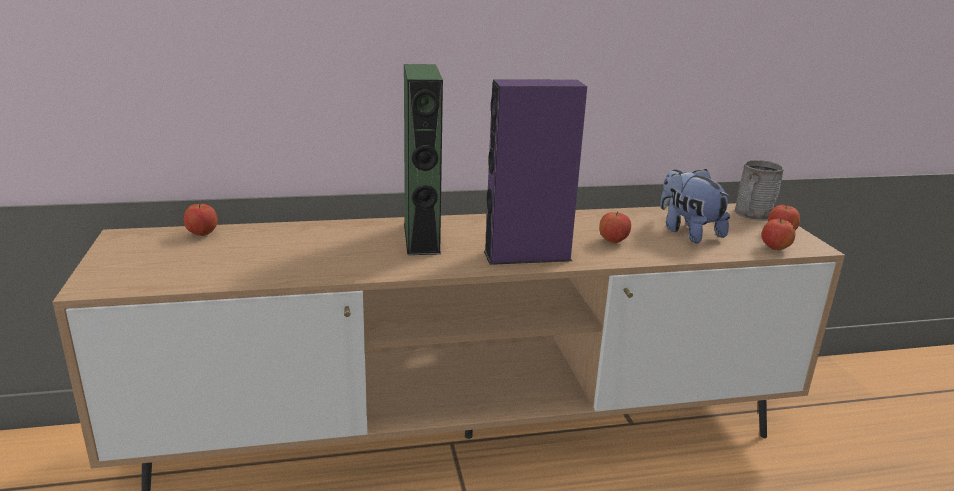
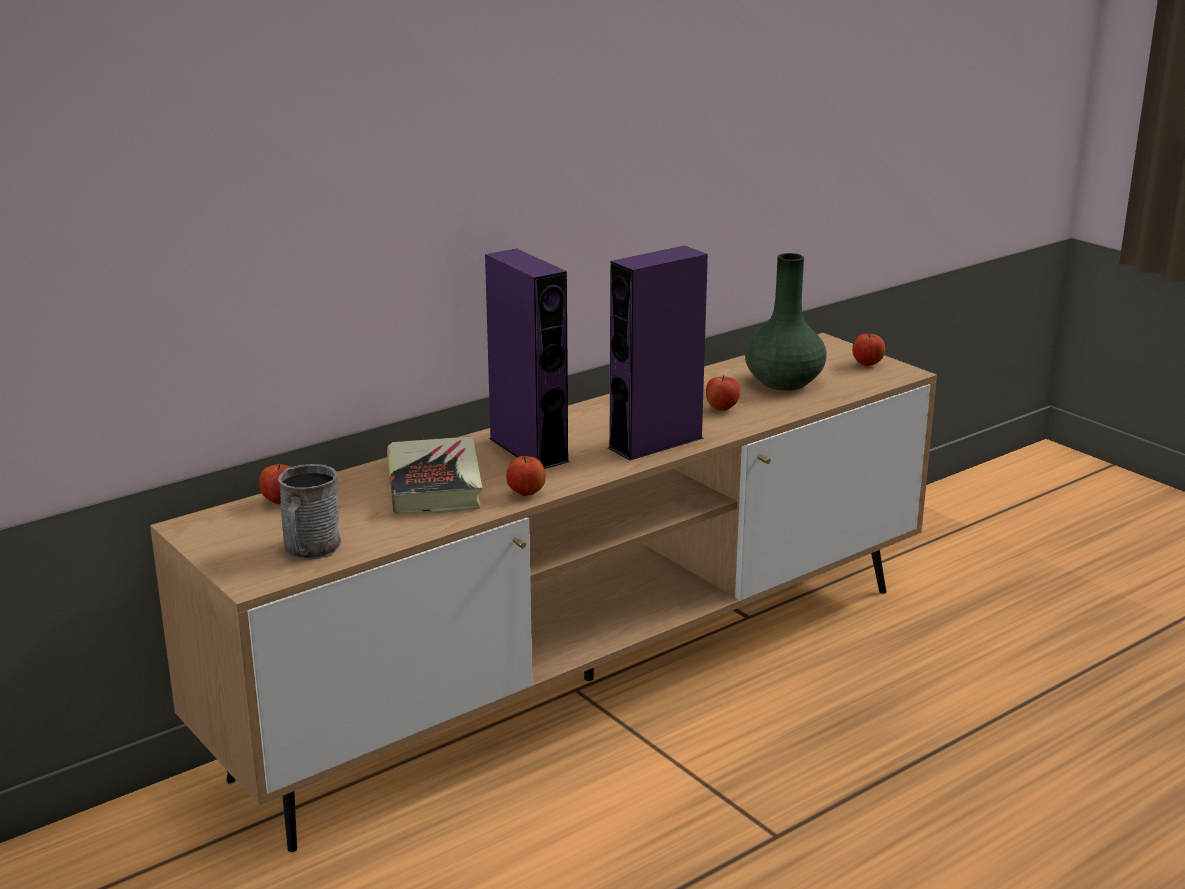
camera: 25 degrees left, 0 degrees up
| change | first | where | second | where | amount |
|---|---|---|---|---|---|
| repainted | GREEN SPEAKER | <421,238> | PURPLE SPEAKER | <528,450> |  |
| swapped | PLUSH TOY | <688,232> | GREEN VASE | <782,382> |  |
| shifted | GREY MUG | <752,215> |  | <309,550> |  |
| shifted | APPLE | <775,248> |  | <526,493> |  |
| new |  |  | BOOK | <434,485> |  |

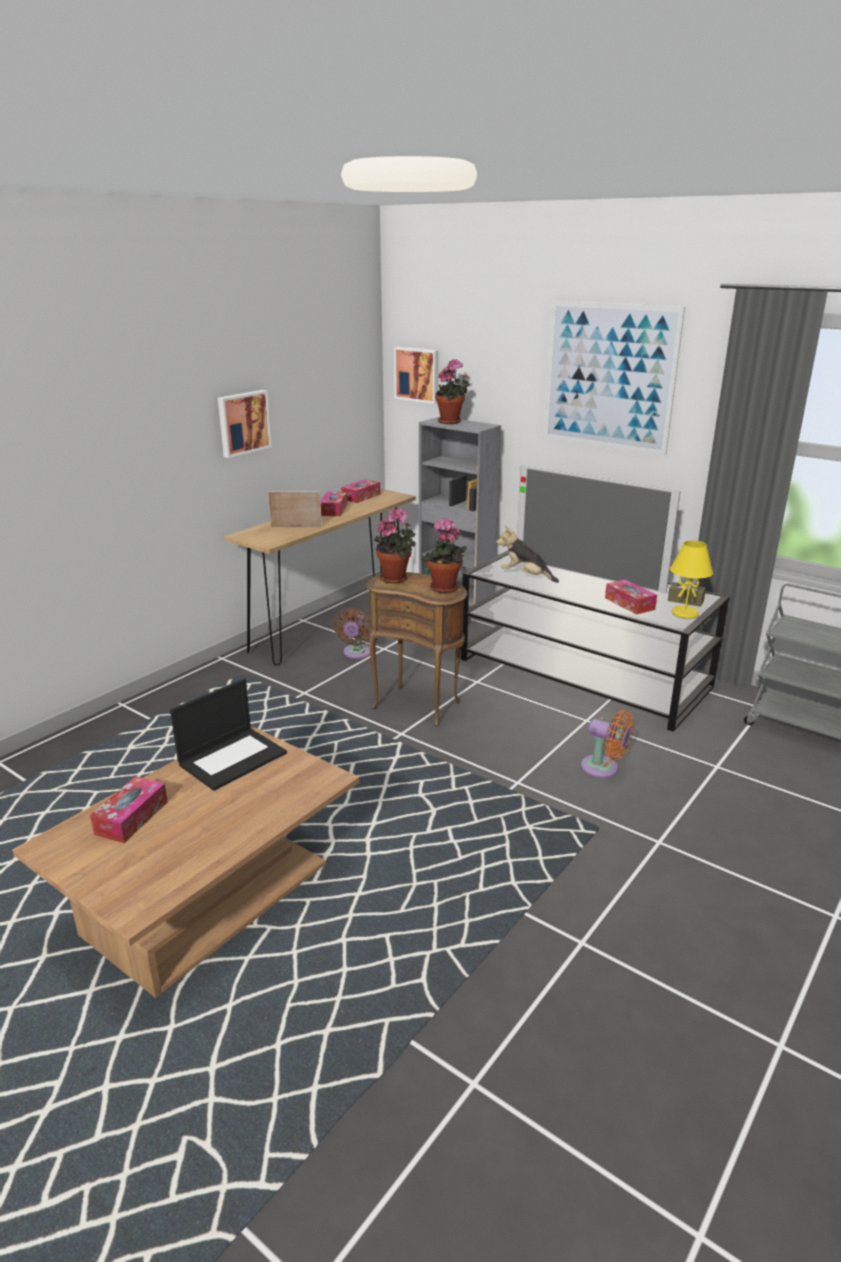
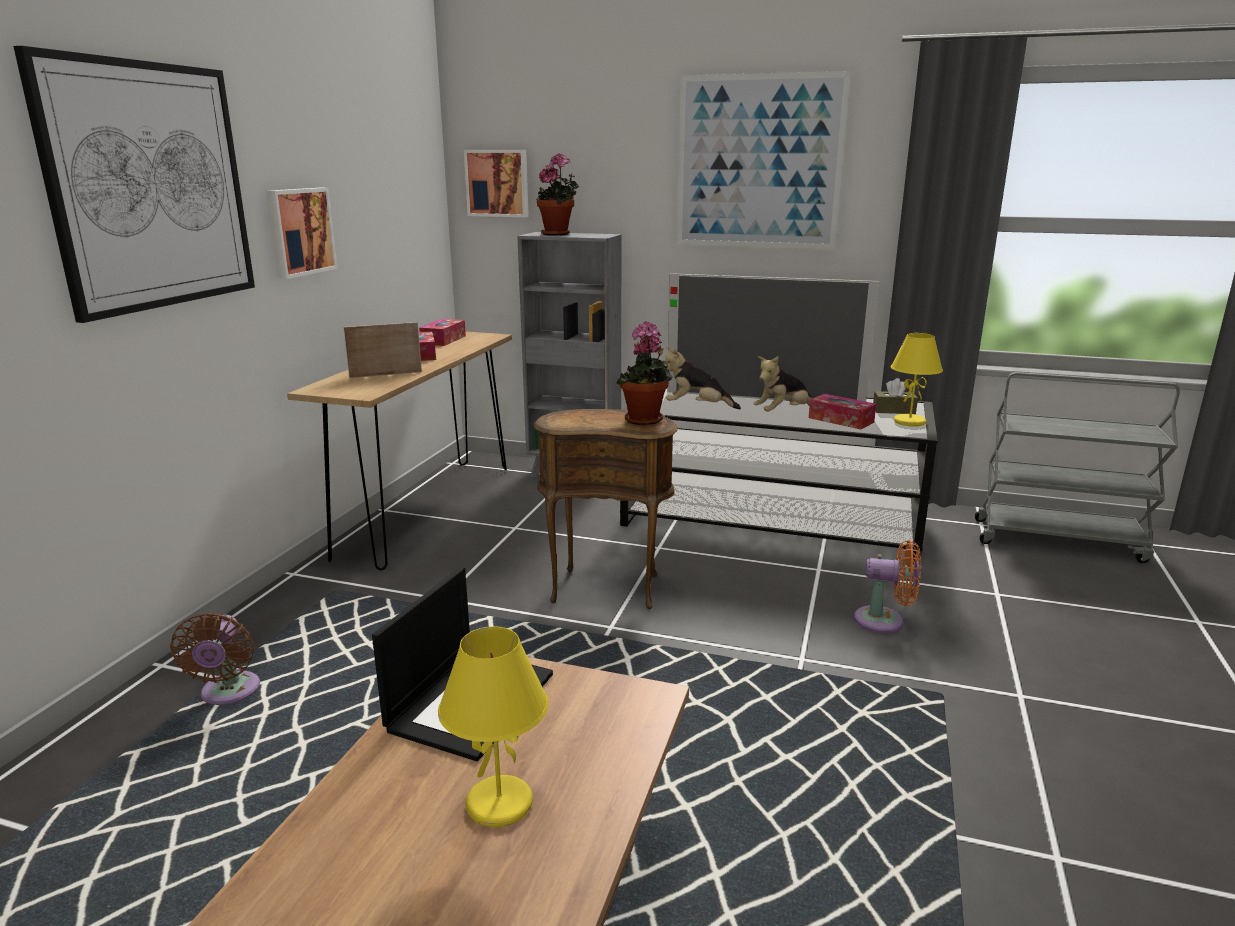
camera: 20 degrees left, 5 degrees down
| change | first | where | second | where | amount |
|---|---|---|---|---|---|
| gone | TISSUE BOX | <131,818> |  |  |  |
| shifted | BROWN FAN | <356,653> |  | <228,694> |  |
| gone | POTTED PLANT | <396,578> |  |  |  |
| new |  |  | PICTURE | <150,187> |  |
| new |  |  | YELLOW TABLE LAMP | <500,803> |  |
| new |  |  | PLUSH TOY | <783,413> |  |

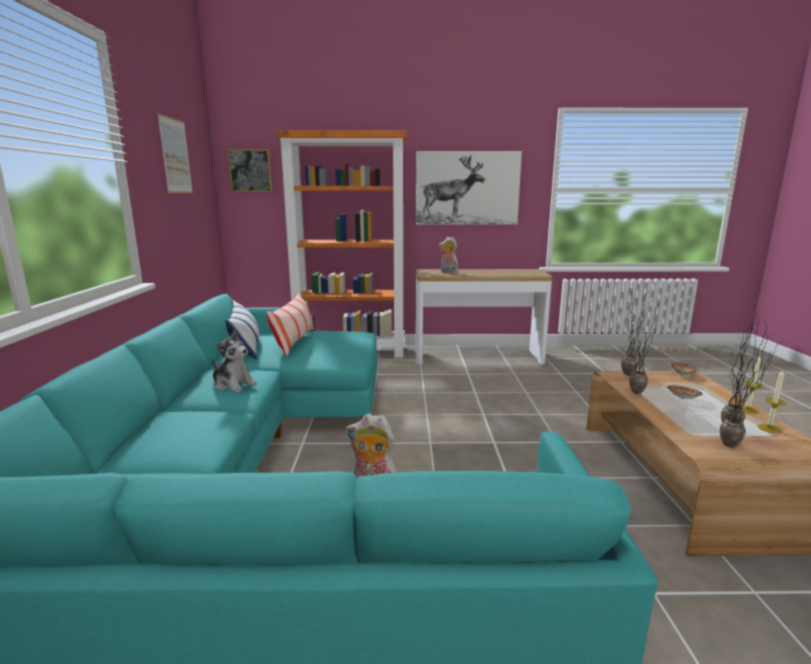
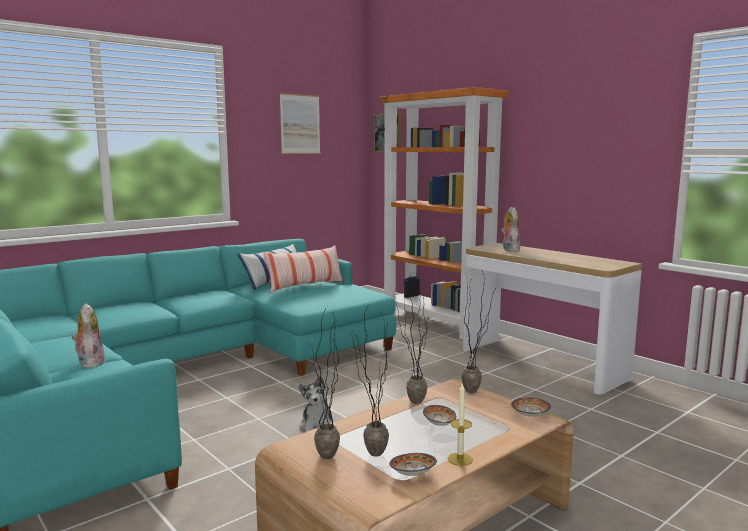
camera: 50 degrees right, 5 degrees down
| change | first | where | second | where | amount |
|---|---|---|---|---|---|
| shifted | PLUSH TOY | <233,384> |  | <317,427> |  |
| gone | PICTURE | <467,188> |  |  |  |
| swapped | CANDLE | <769,428> | BOWL | <412,474> |  |

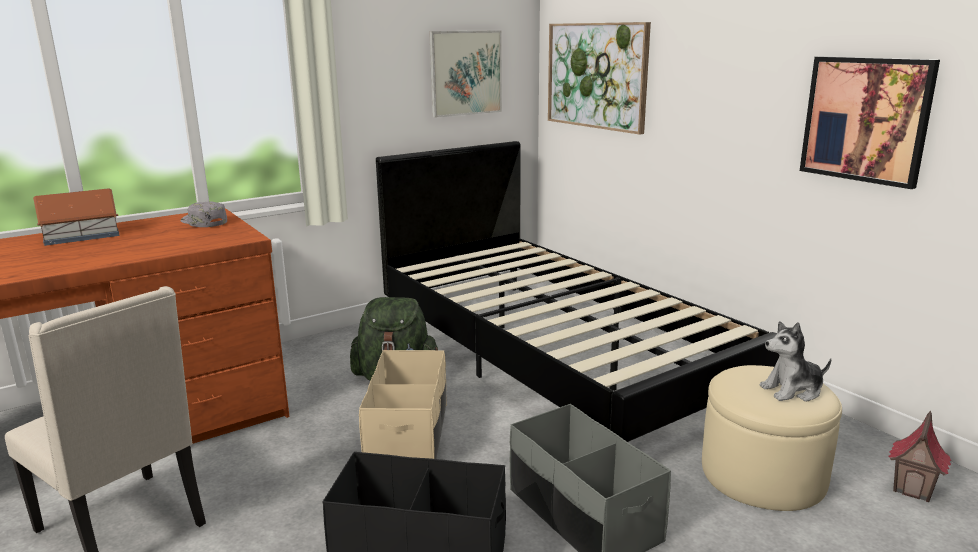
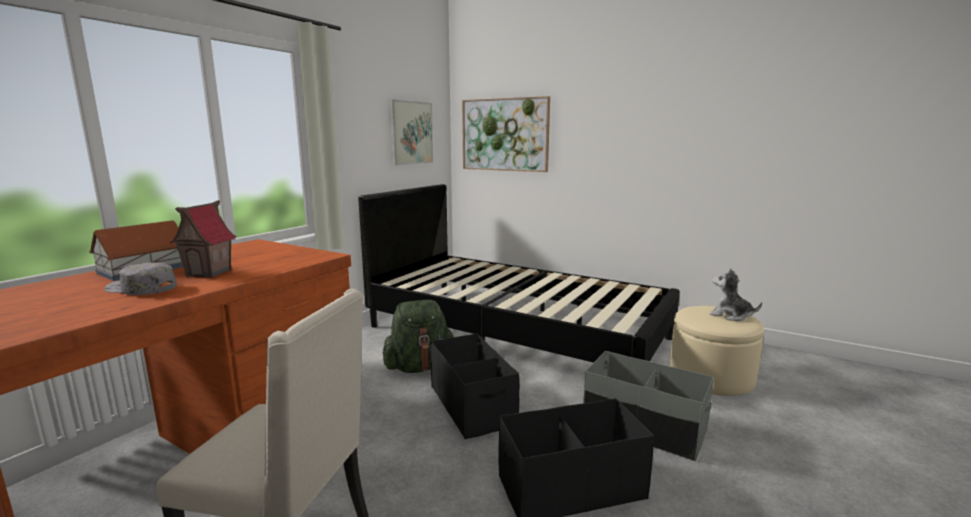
camera: 25 degrees left, 5 degrees down
| change | first | where | second | where | amount |
|---|---|---|---|---|---|
| shifted | GREY CAP | <203,222> |  | <141,288> |  |
| repainted | BEIGE STORAGE BOX | <409,436> | BLACK STORAGE BOX | <472,405> |  |
| rotated | PLUSH TOY | <792,390> |  | <730,316> | 75 degrees clockwise |
| gone | PICTURE | <866,119> |  |  |  |
| shifted | TOY HOUSE | <913,489> |  | <209,273> |  |

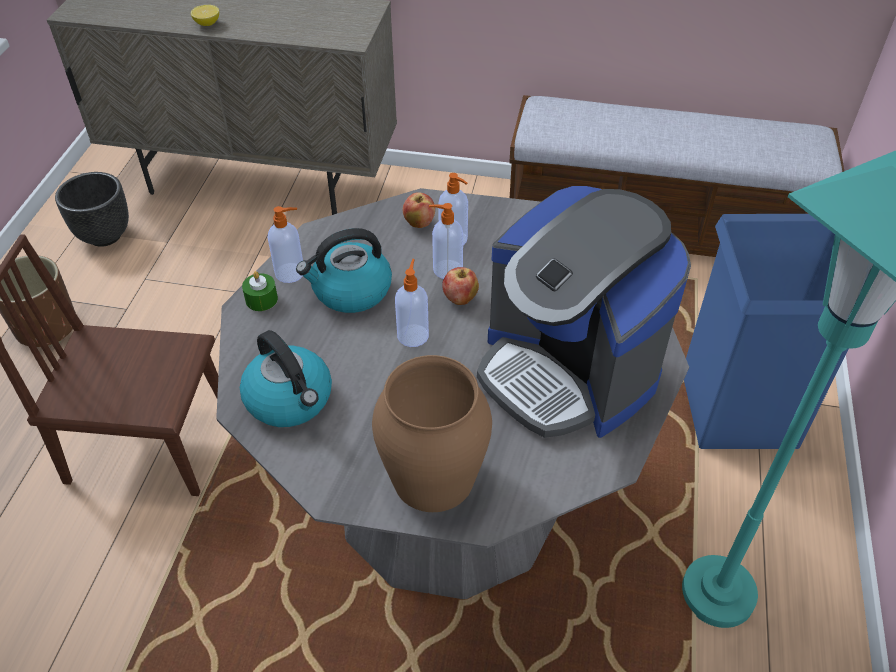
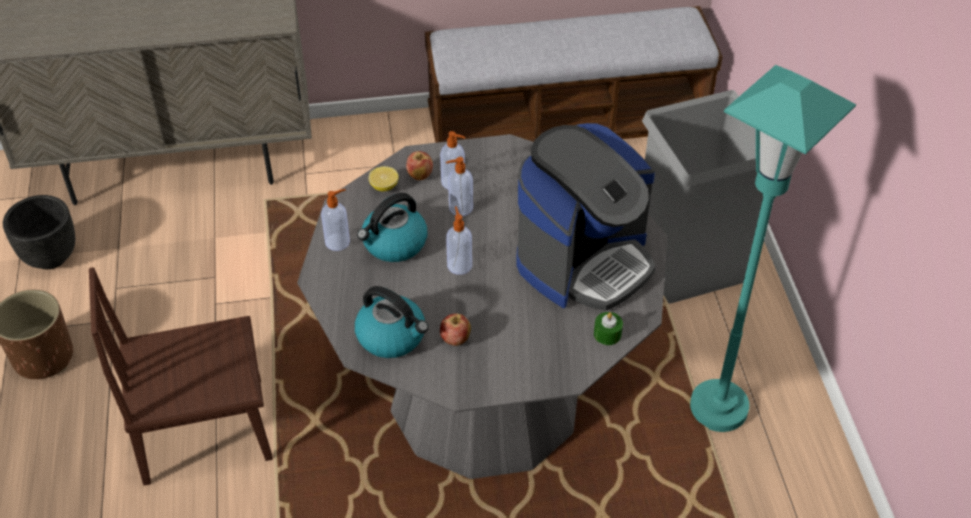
camera: 20 degrees left, 0 degrees up
| change | first | where | second | where | amount |
|---|---|---|---|---|---|
| shifted | LEMON | <207,24> |  | <384,187> |  |
| shifted | GREEN CANDLE | <261,299> |  | <607,334> |  |
| gone | BROWN VASE | <432,477> |  |  |  |
| shifted | APPLE | <460,299> |  | <455,340> |  |
| rotated | COFFEE MACHINE | <568,370> |  | <584,261> | 75 degrees counterclockwise |
| repainted | BLUE TRASH CAN | <738,409> | GREY TRASH CAN | <688,263> |  |

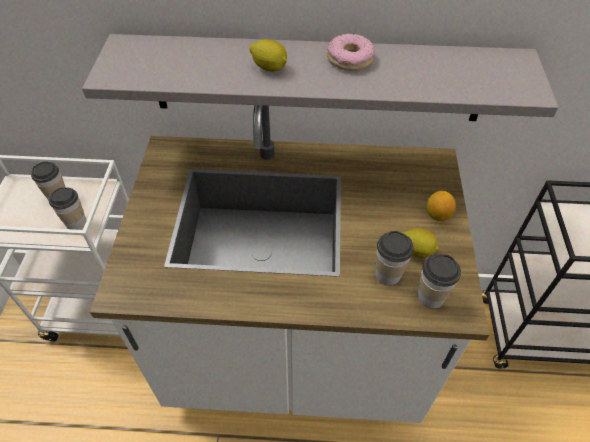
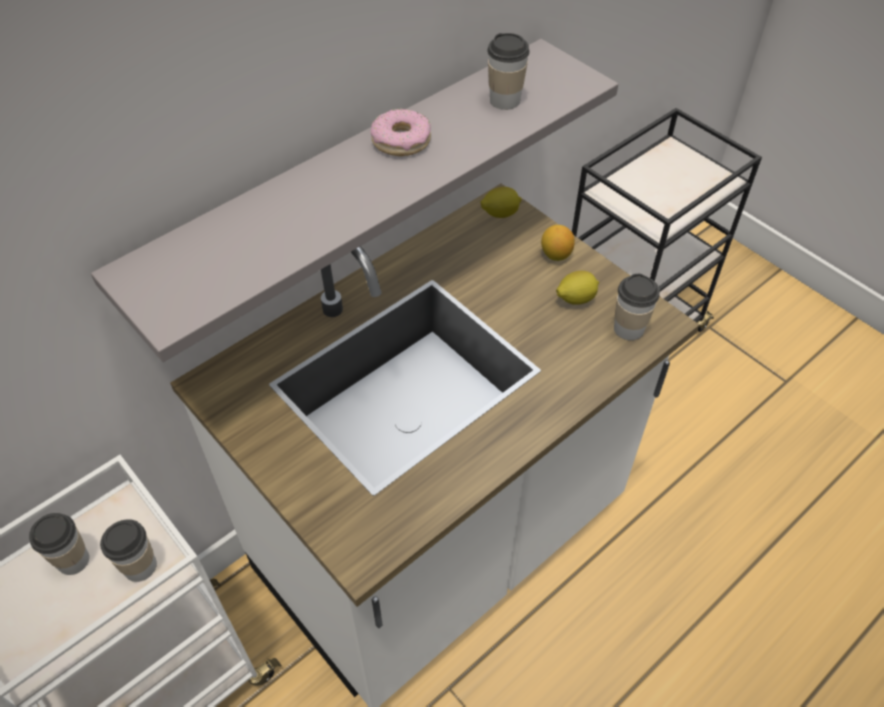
camera: 45 degrees left, 0 degrees up
| change | first | where | second | where | amount |
|---|---|---|---|---|---|
| shifted | LEMON | <269,68> |  | <500,214> |  |
| shifted | CUP | <388,274> |  | <505,100> |  |

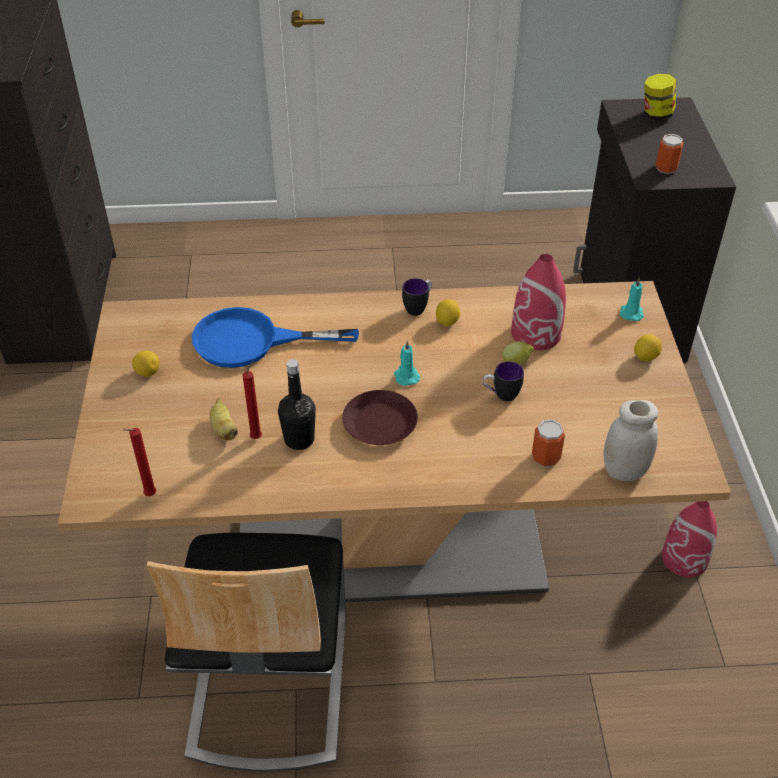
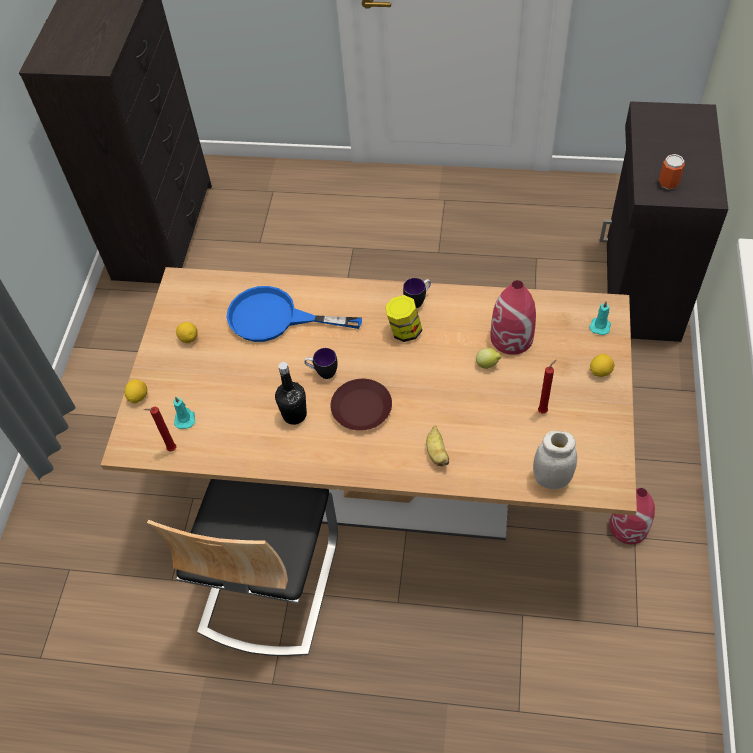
camera: 15 degrees right, 10 degrees up
| change | first | where | second | where | amount |
|---|---|---|---|---|---|
| shifted | BANANA | <224,429> |  | <437,453> |  |
| shifted | RED CANDLE | <257,436> |  | <543,410> |  |
| shifted | TURQUOISE CANDLE | <406,376> |  | <185,418> |  |
| shifted | LEMON | <447,322> |  | <138,397> |  |
| shifted | MUG | <501,395> |  | <322,372> |  |
| gone | CAN | <545,457> |  |  |  |
| shifted | JAR | <656,114> |  | <404,331> |  |

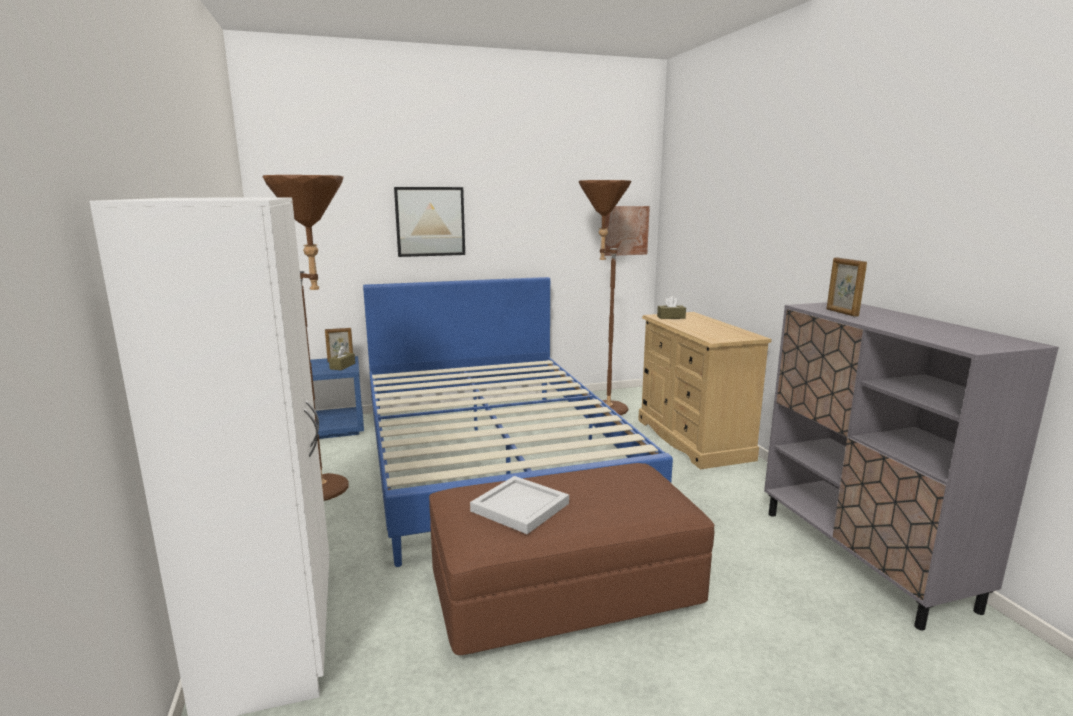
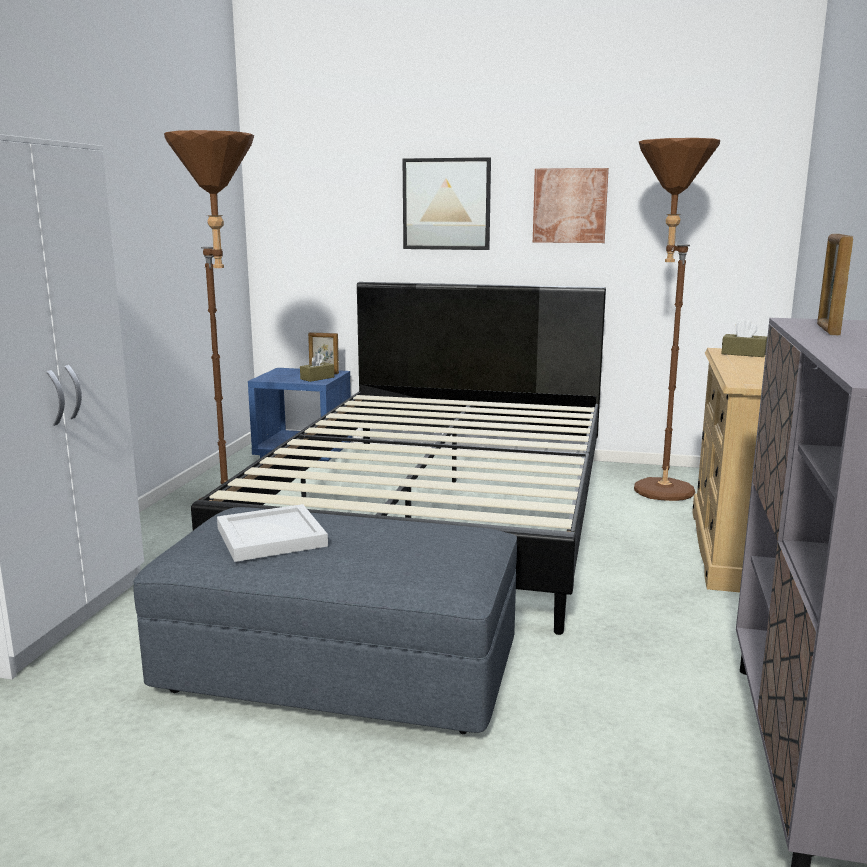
camera: 30 degrees right, 0 degrees up
| change | first | where | second | where | amount |
|---|---|---|---|---|---|
| repainted | BLUE BED | <492,457> | BLACK BED | <438,515> |  |
| repainted | BROWN OTTOMAN | <564,590> | GREY OTTOMAN | <340,668> |  |
| shifted | PICTURE | <624,230> |  | <570,205> |  |

